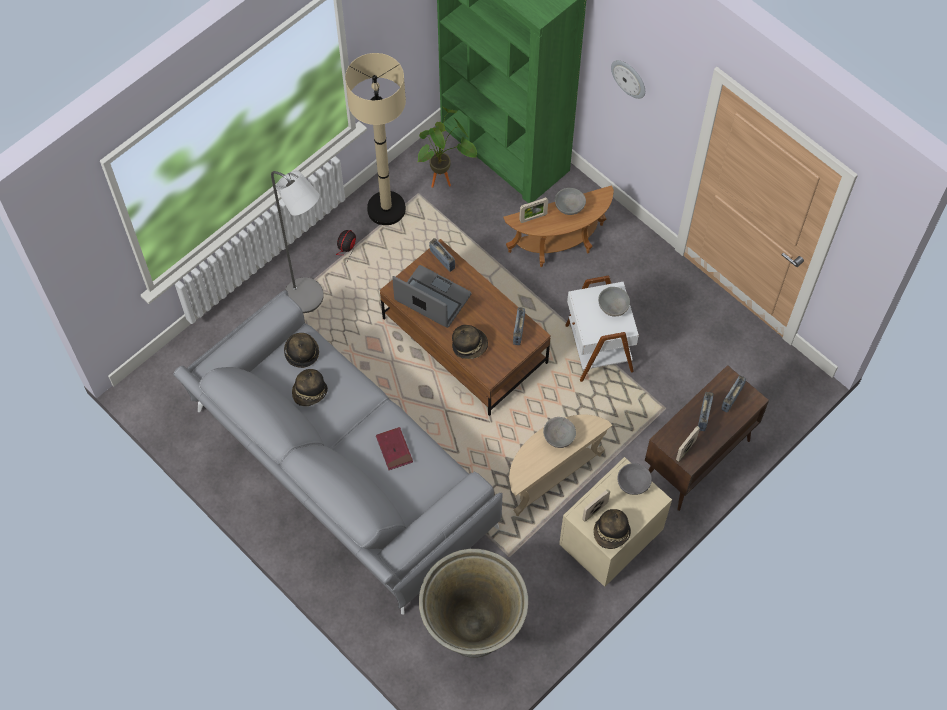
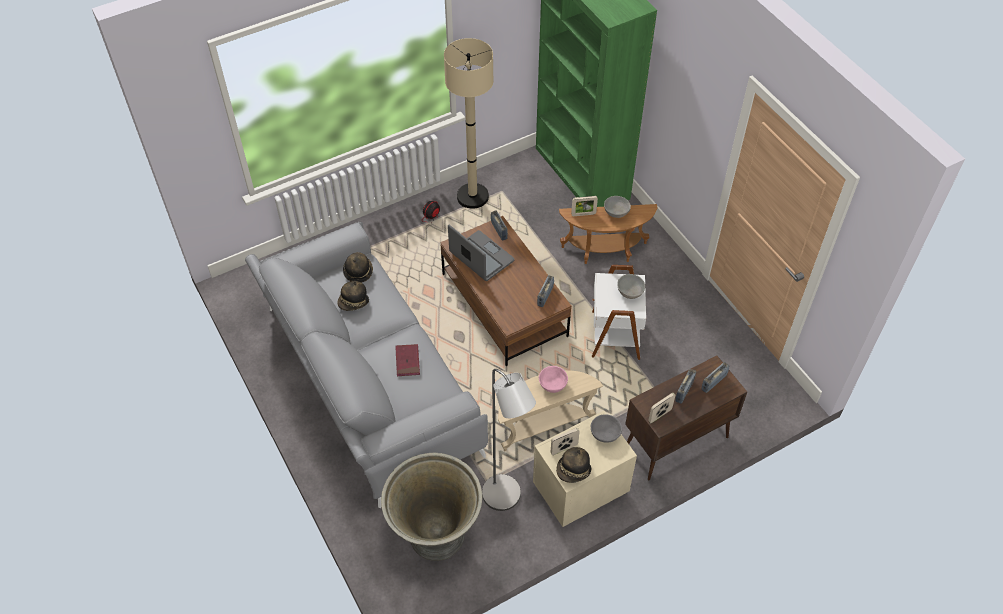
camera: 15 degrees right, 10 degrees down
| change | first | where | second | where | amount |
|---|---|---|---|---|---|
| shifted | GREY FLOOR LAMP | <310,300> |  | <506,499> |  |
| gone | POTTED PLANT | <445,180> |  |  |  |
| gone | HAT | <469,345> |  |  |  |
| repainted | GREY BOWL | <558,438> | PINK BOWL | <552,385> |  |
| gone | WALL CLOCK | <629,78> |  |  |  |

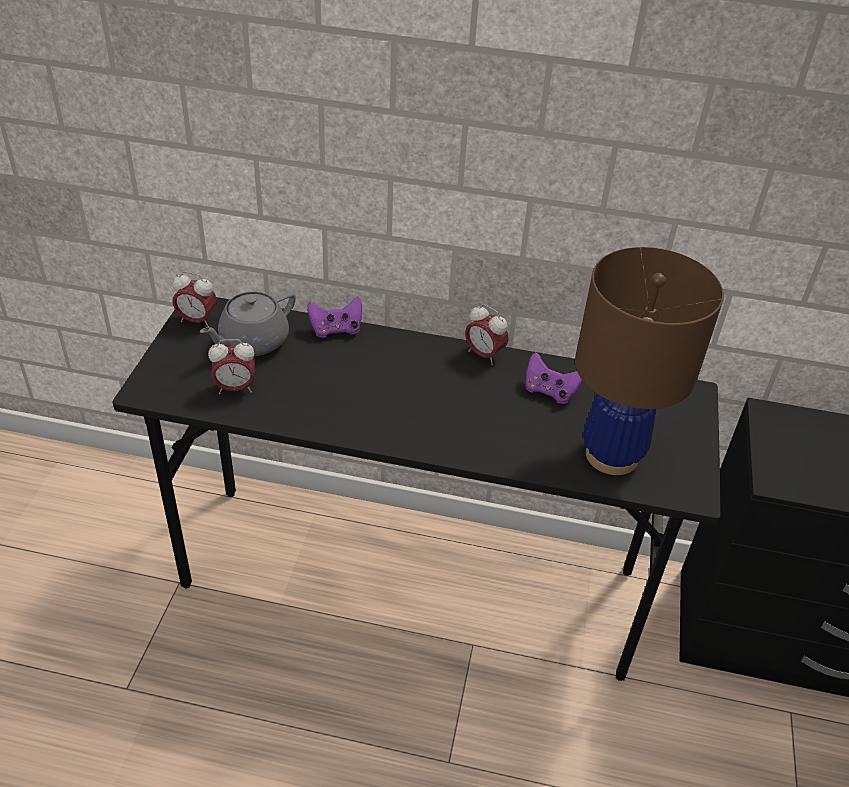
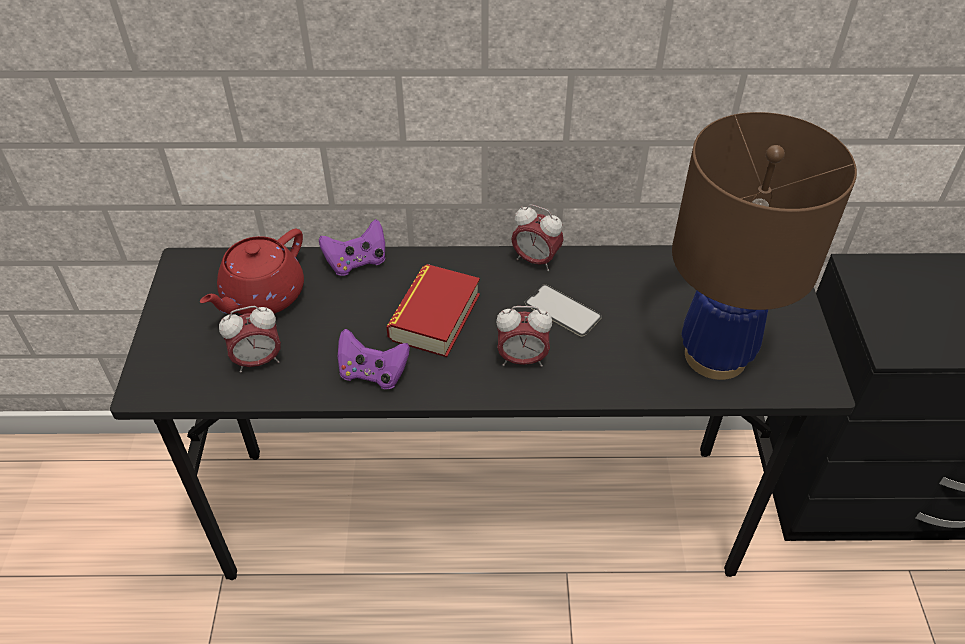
camera: 10 degrees left, 5 degrees up
| change | first | where | second | where | amount |
|---|---|---|---|---|---|
| shifted | ALARM CLOCK | <197,320> |  | <522,359> |  |
| repainted | GREY TEAPOT | <252,342> | RED TEAPOT | <262,296> |  |
| shifted | PURPLE GAME CONTROLLER | <550,391> |  | <373,373> |  |
| new |  |  | BOOK | <435,317> |  |
| new |  |  | PHONE | <562,310> |  |

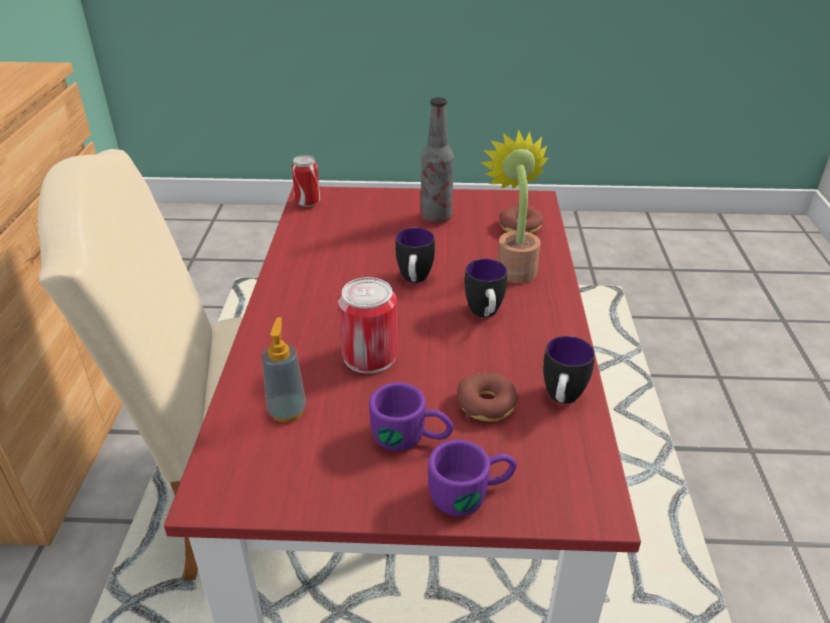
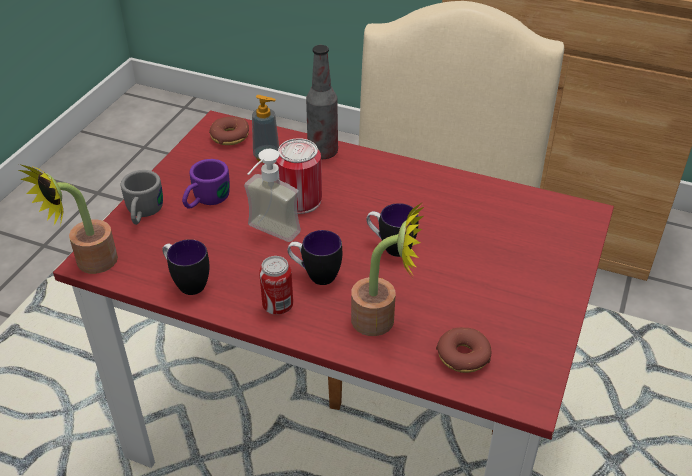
camera: 110 degrees right, 5 degrees up
| change | first | where | second | where | amount |
|---|---|---|---|---|---|
| shifted | CAN | <307,202> |  | <278,306> |  |
| shifted | BOTTLE | <436,217> |  | <323,152> |  |
| repainted | PURPLE MUG | <472,493> | GREY MUG | <143,214> |  |
| shifted | DONUT | <486,404> |  | <230,137> |  |
| new |  |  | POTTED PLANT | <89,264> |  |
| new |  |  | SOAP DISPENSER | <268,235> |  |

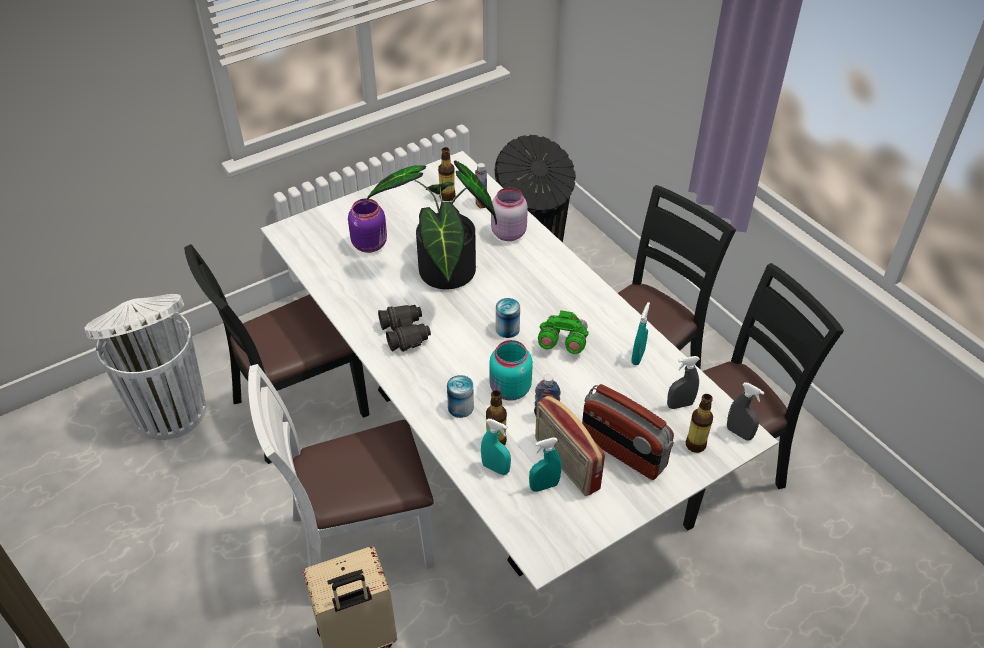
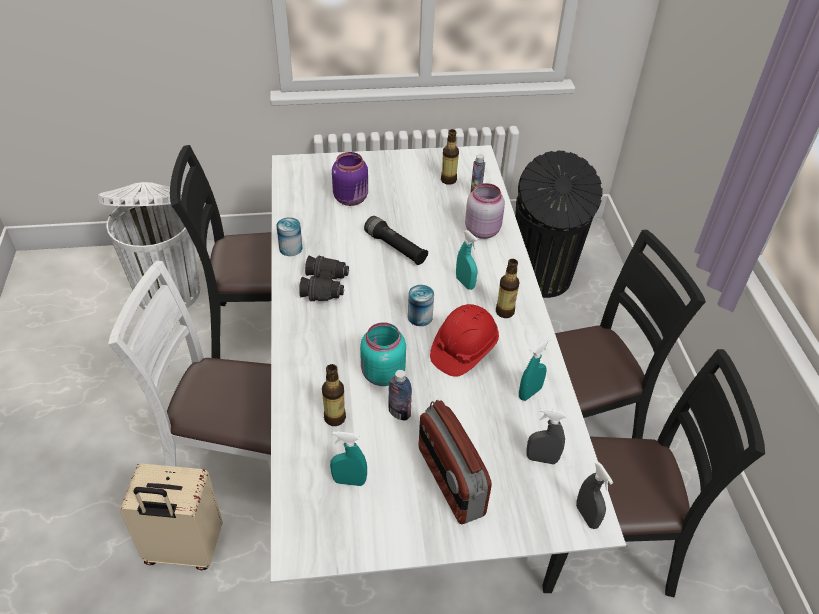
camera: 25 degrees right, 0 degrees up
| change | first | where | second | where | amount |
|---|---|---|---|---|---|
| swapped | POTTED PLANT | <443,276> | BLACK FLASHLIGHT | <395,248> |  |
| shifted | CAN | <460,407> |  | <290,248> |  |
| shifted | TURQUOISE SPRAY BOTTLE | <495,468> |  | <465,283> |  |
| gone | RADIO | <565,464> |  |  |  |
| swapped | GREEN BINOCULARS | <562,343> | RED HARD HAT | <463,350> |  |
| shifted | BOTTLE | <695,445> |  | <505,312> |  |

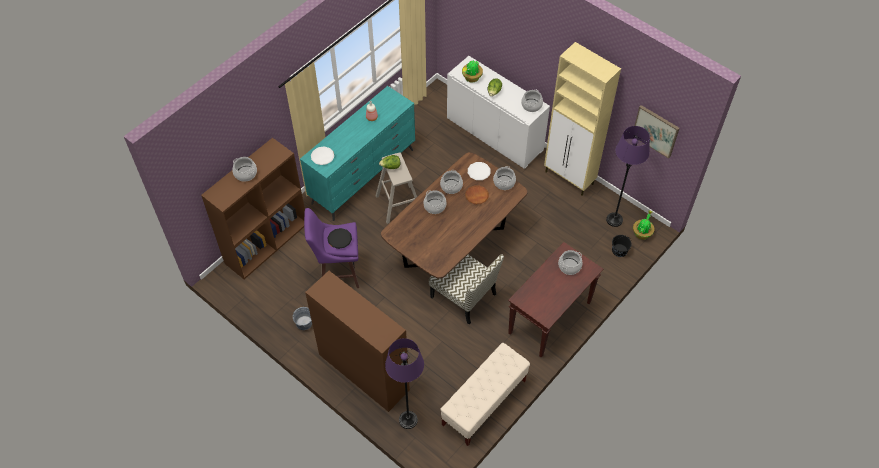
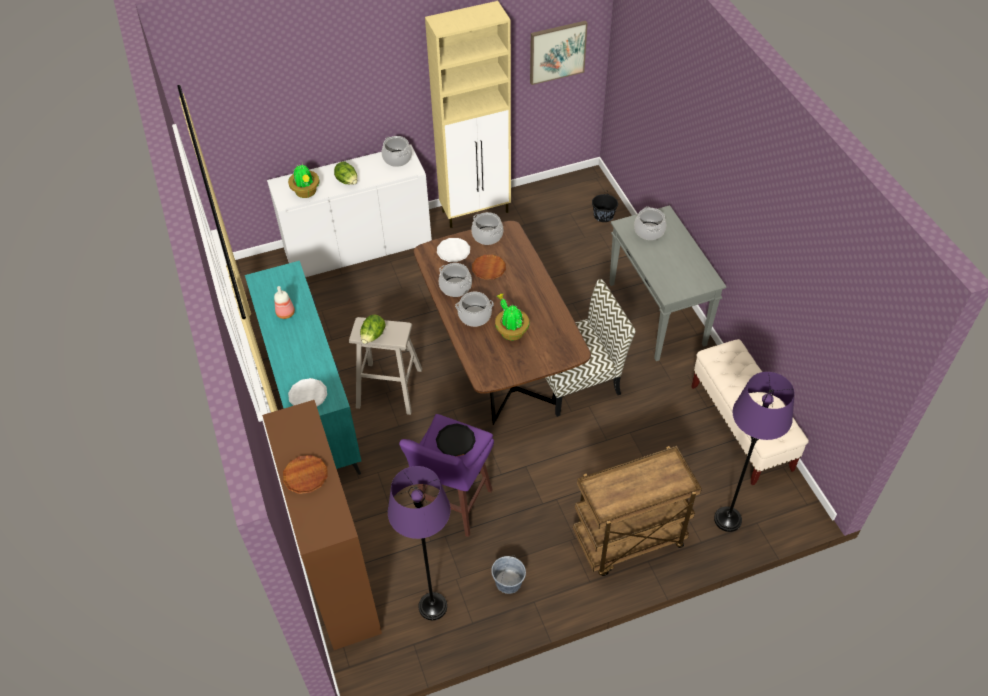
camera: 60 degrees left, 5 degrees down
| change | first | where | second | where | amount |
|---|---|---|---|---|---|
| swapped | COOKING POT | <245,173> | BROWN PLATE | <305,476> |  |
| swapped | BROWN BOOKCASE | <362,372> | BROWN CART | <628,541> |  |
| repainted | BROWN CONSOLE TABLE | <549,318> | GREY CONSOLE TABLE | <657,314> |  |
| shifted | PURPLE FLOOR LAMP | <614,220> |  | <433,606> |  |
| shifted | POTTED PLANT | <642,233> |  | <511,331> |  |

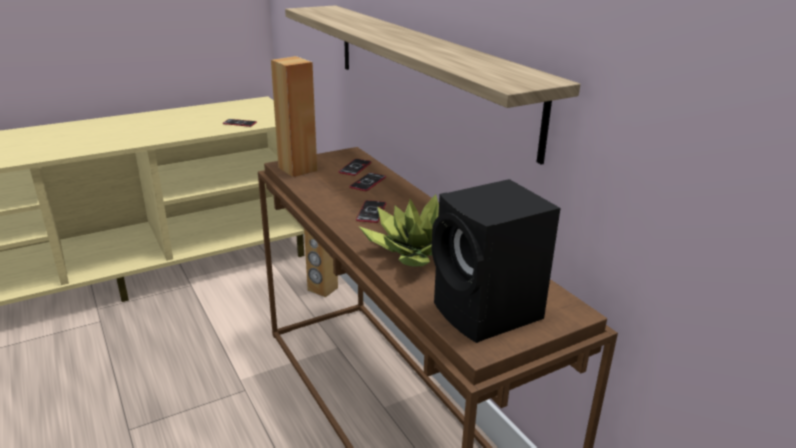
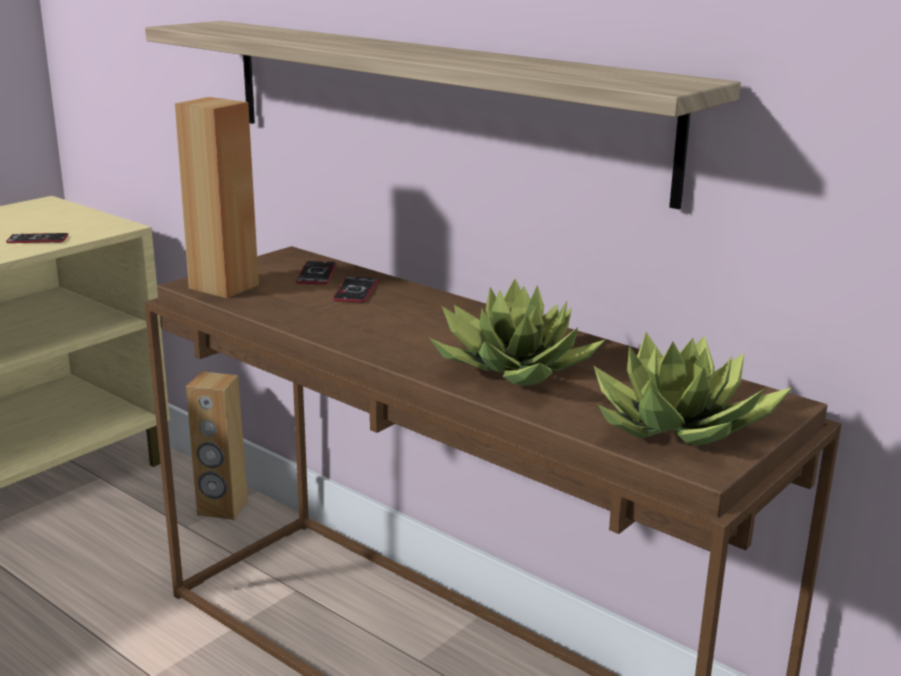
camera: 20 degrees left, 5 degrees down
| change | first | where | second | where | amount |
|---|---|---|---|---|---|
| gone | PHONE | <371,212> |  |  |  |
| swapped | BLACK SPEAKER | <488,314> | POTTED PLANT | <679,425> |  |

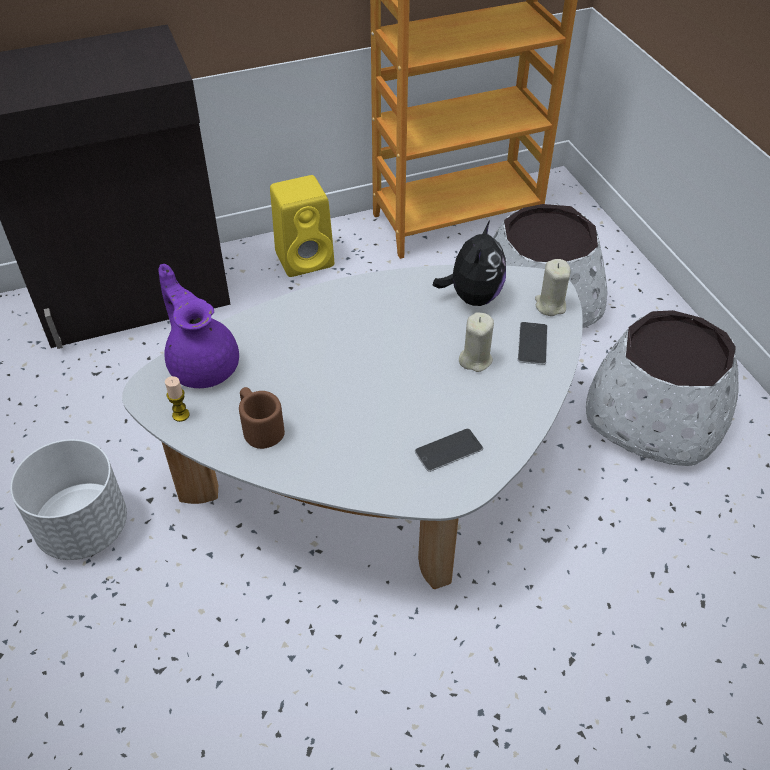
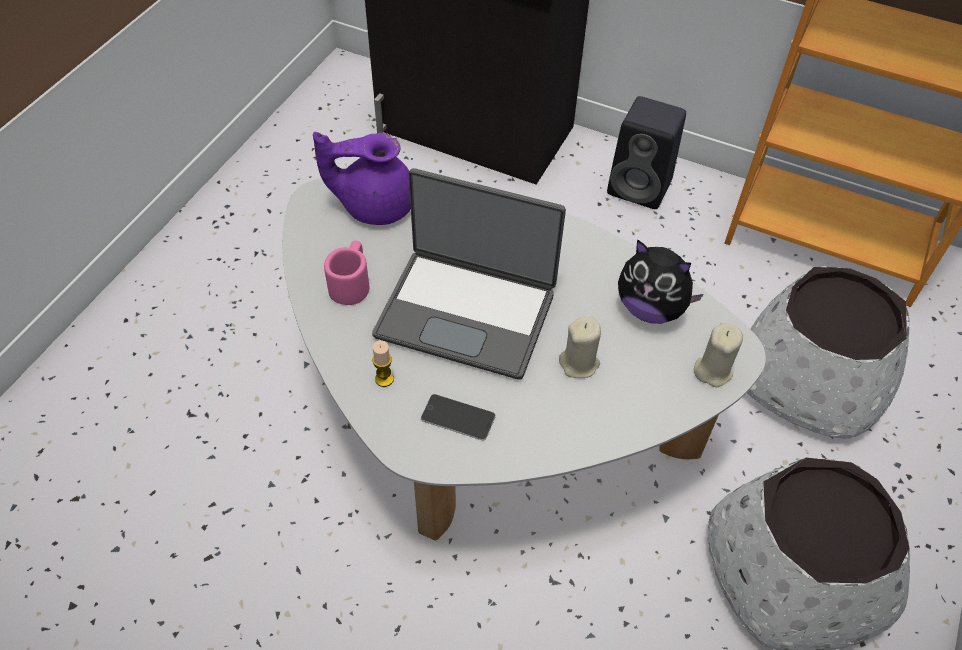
camera: 45 degrees right, 5 degrees up
| change | first | where | second | where | amount |
|---|---|---|---|---|---|
| gone | WHITE PLANTER | <84,527> |  |  |  |
| rotated | PURPLE TEAPOT | <203,364> |  | <375,205> | 105 degrees counterclockwise |
| shifted | CANDLE | <181,415> |  | <384,379> |  |
| repainted | BROWN MUG | <259,427> | PINK MUG | <351,283> |  |
| repainted | YELLOW SPEAKER | <306,258> | BLACK SPEAKER | <641,187> |  |
| rotated | PLUSH TOY | <472,297> |  | <651,308> | 60 degrees clockwise |
| gone | PHONE | <532,343> |  |  |  |
| new |  |  | LAPTOP | <467,312> |  |

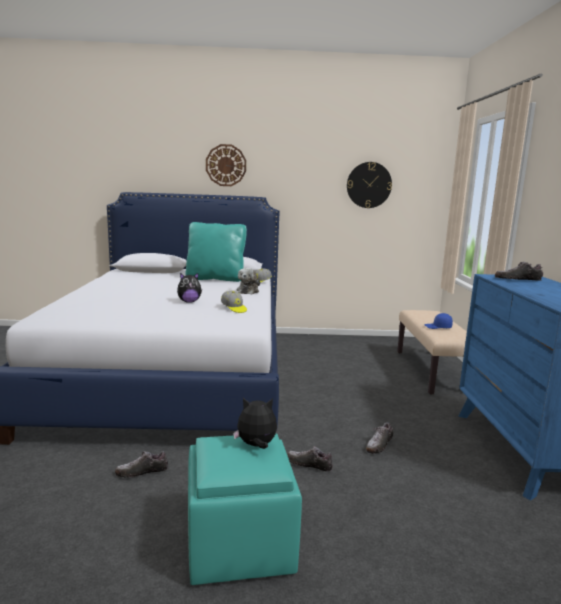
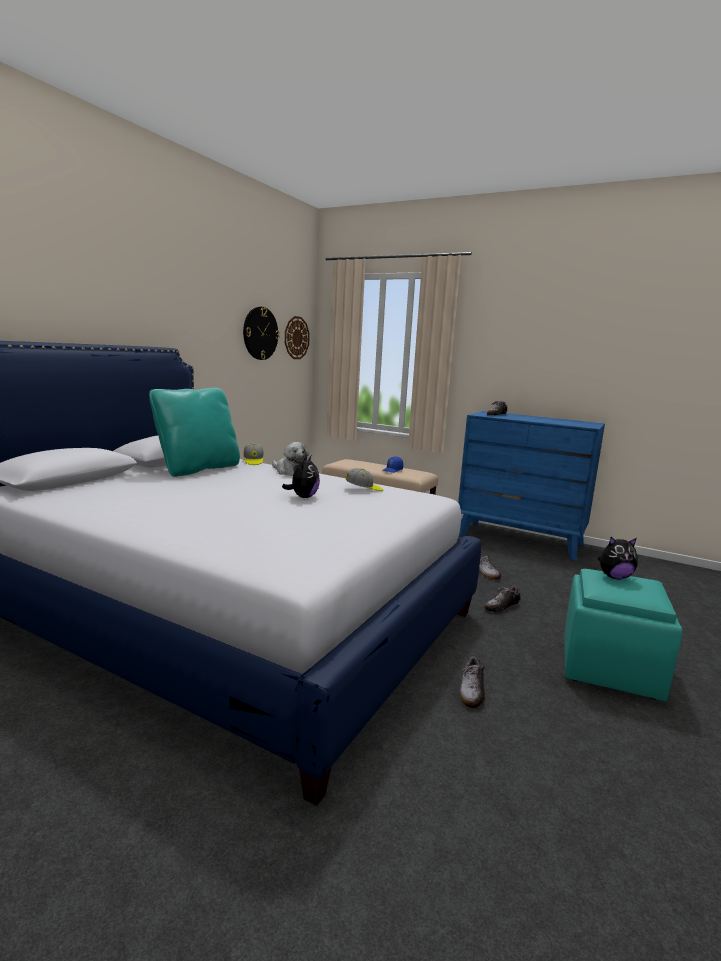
camera: 60 degrees left, 0 degrees up
| change | first | where | second | where | amount |
|---|---|---|---|---|---|
| shifted | WALL CLOCK | <226,165> |  | <296,338> |  |
| rotated | PLUSH TOY | <256,446> |  | <614,577> | 120 degrees counterclockwise |

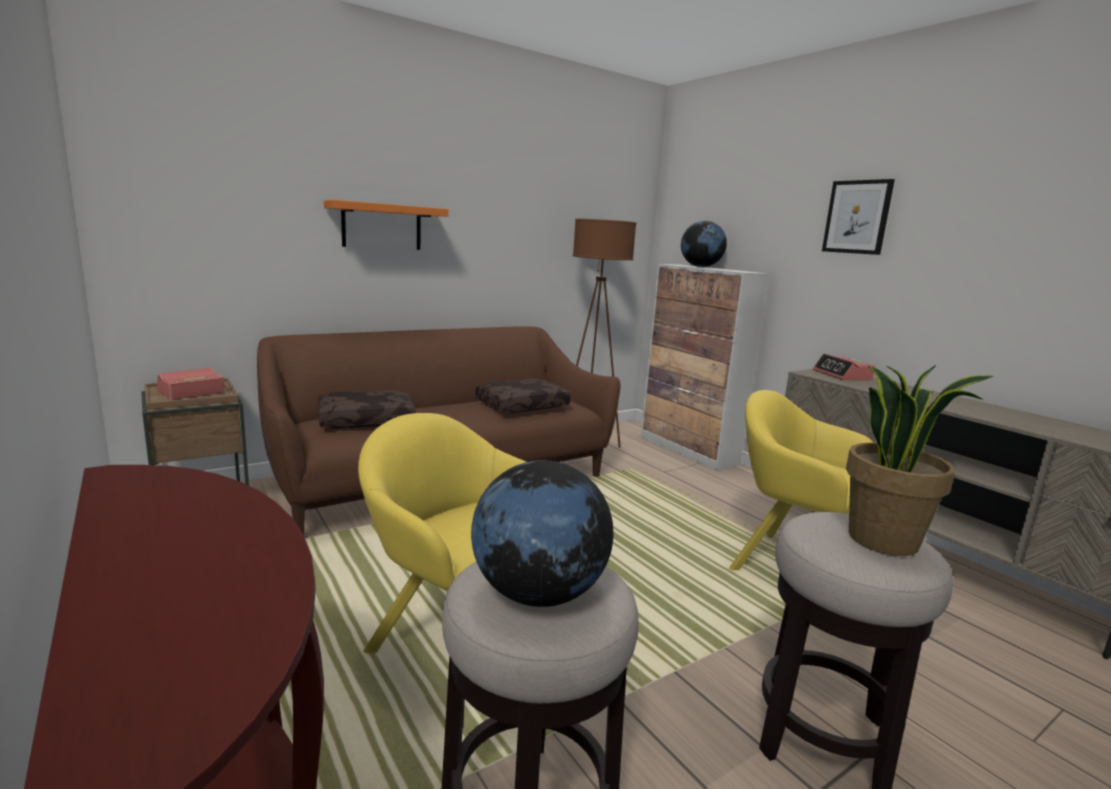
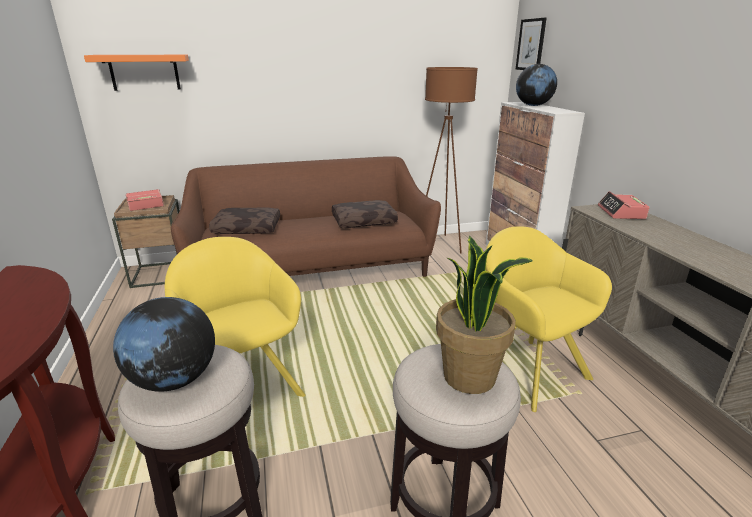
camera: 20 degrees right, 10 degrees up
| change | first | where | second | where | amount |
|---|---|---|---|---|---|
| shifted | ORANGE SHELF | <382,226> |  | <144,72> |  |
| shifted | PICTURE | <857,217> |  | <531,45> |  |

